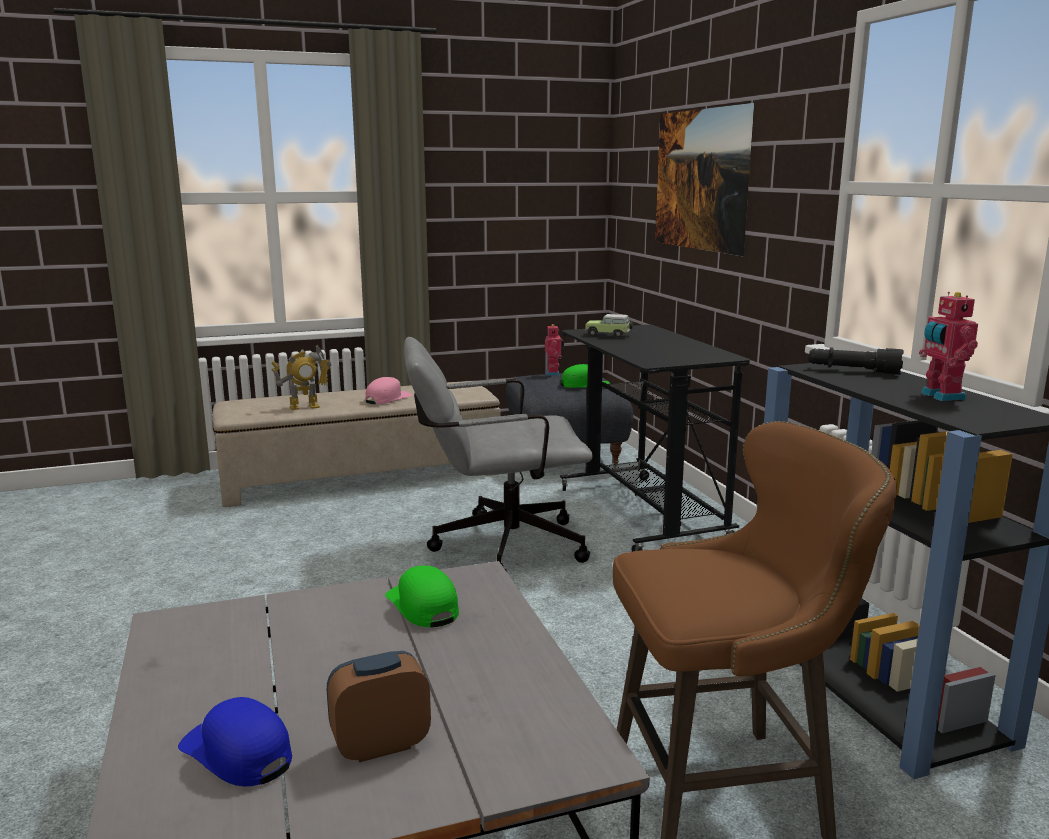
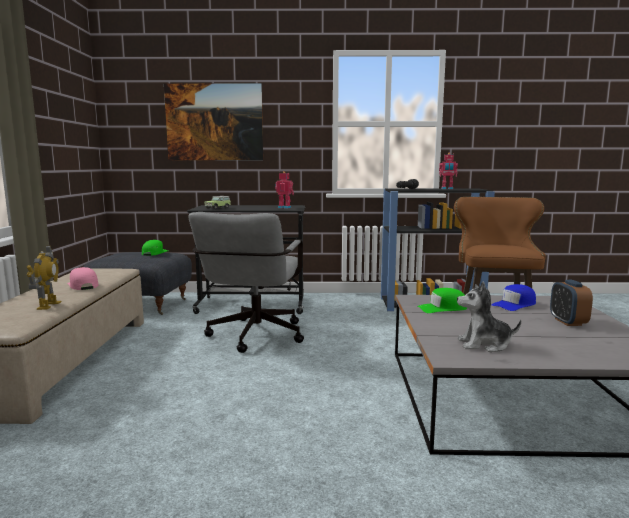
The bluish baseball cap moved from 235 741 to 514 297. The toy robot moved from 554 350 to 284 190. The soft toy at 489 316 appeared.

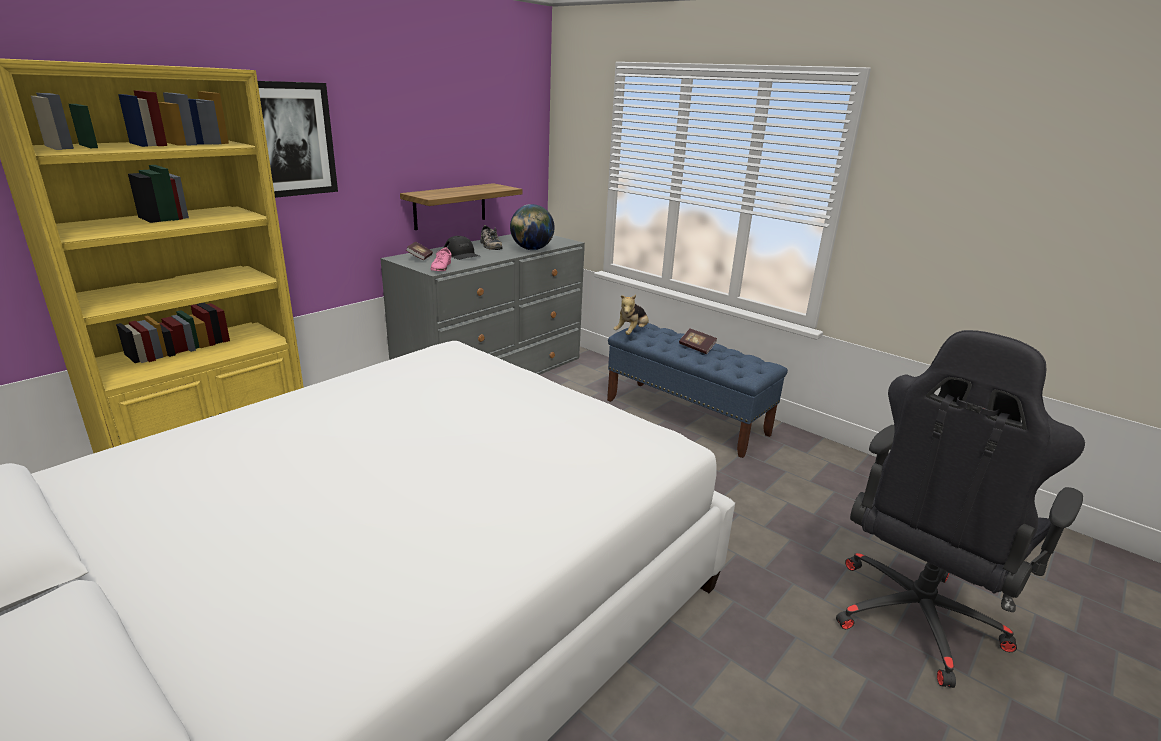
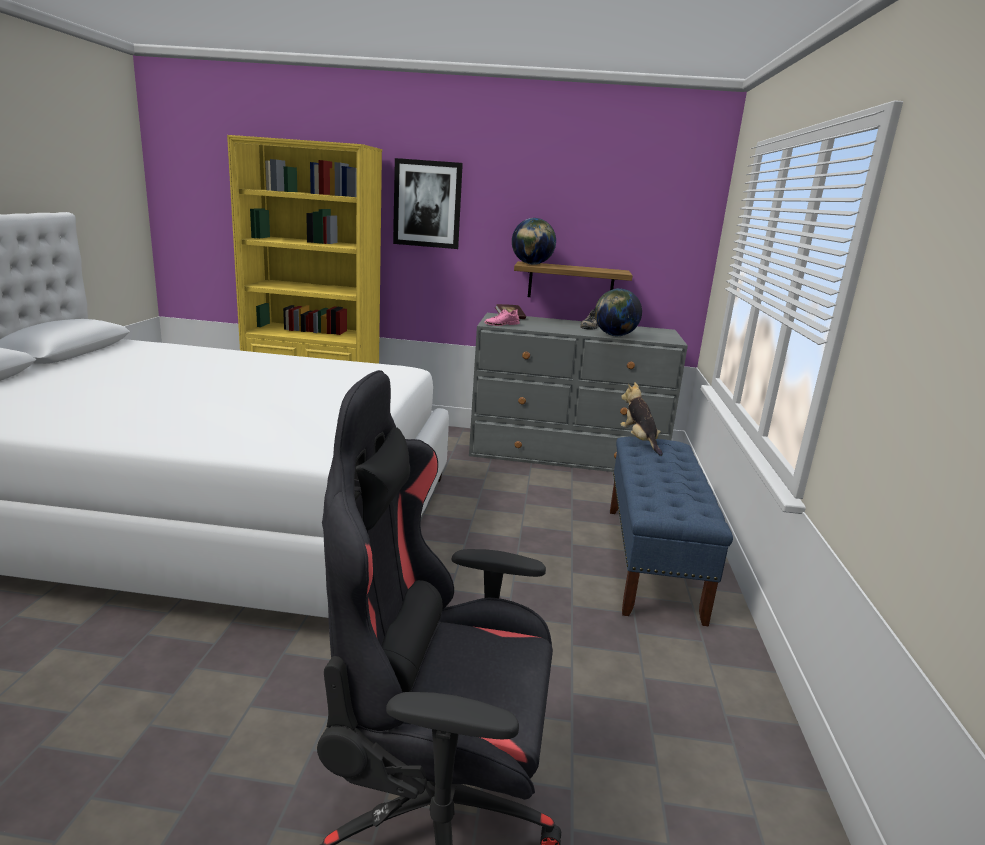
The blackish baseball cap at 461 248 disappeared. The soft toy at 631 315 turned 75 degrees clockwise. The bound book at 698 341 disappeared. The desk globe at 534 241 appeared.

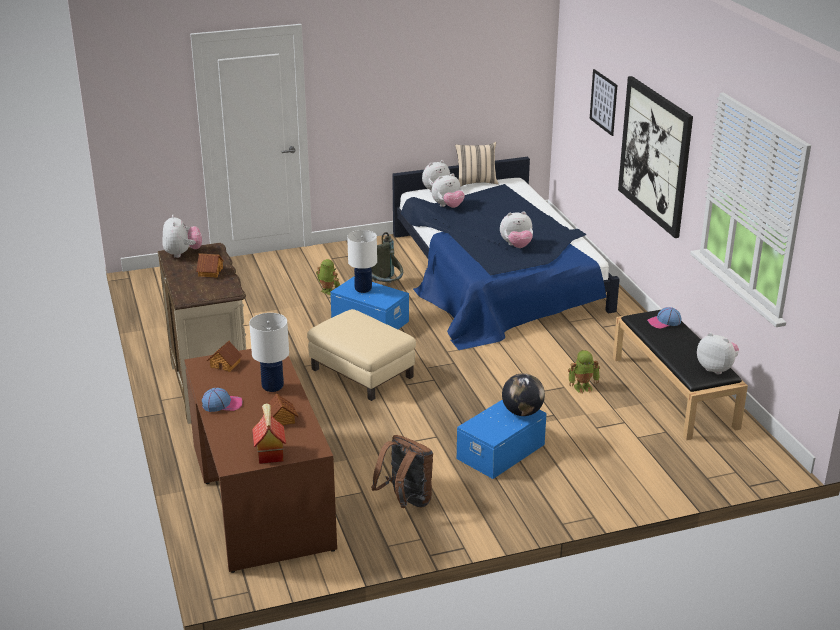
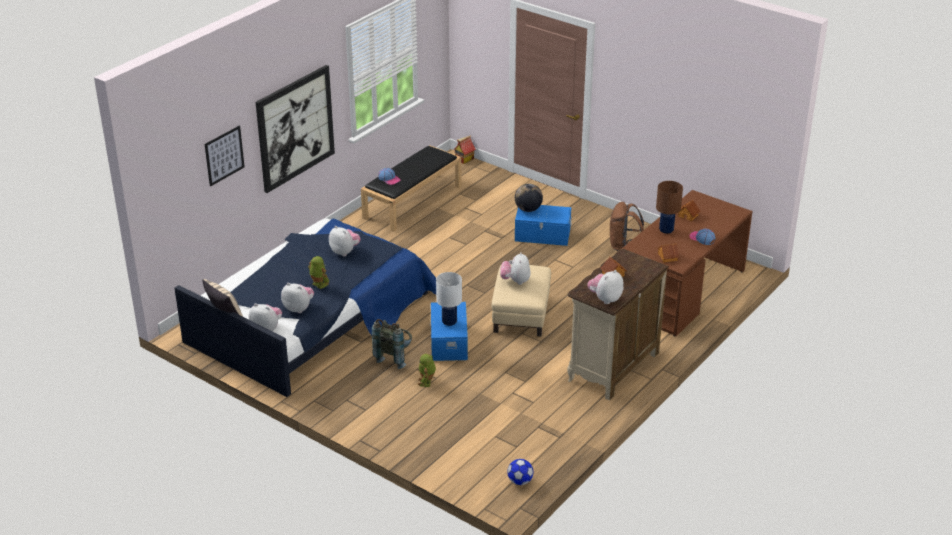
The white lamp for a table at 269 352 became the brownish lamp for a table at 669 207. The toy house moved from 269 433 to 464 149. The toy robot moved from 584 372 to 318 272. The soft toy moved from 718 354 to 515 268. The football ball at 520 472 appeared.

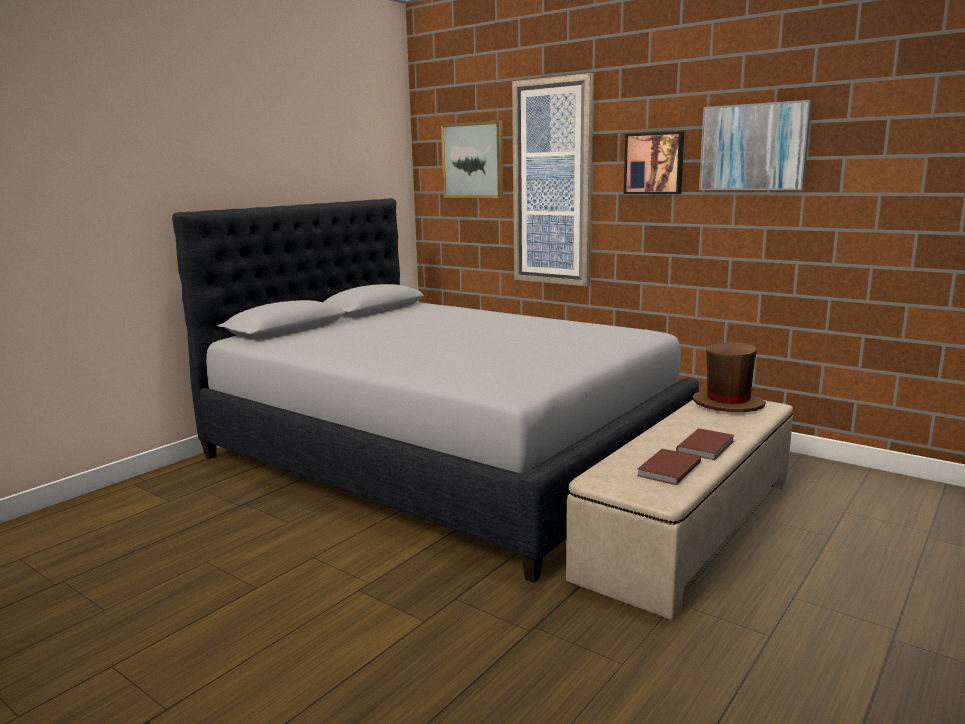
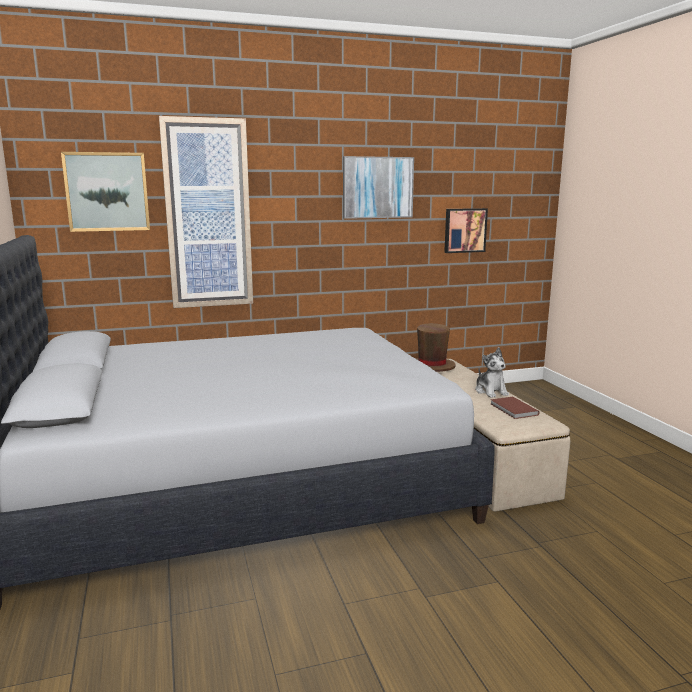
The wall picture moved from 654 162 to 466 230. The brownish bound book at 705 444 was replaced by the soft toy at 492 372.

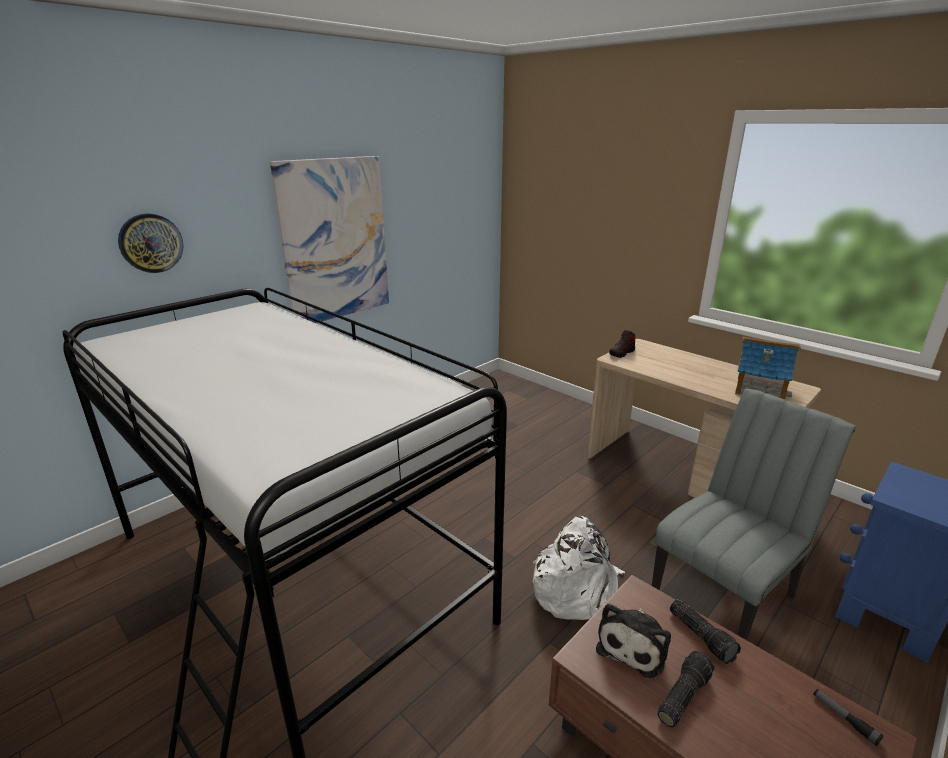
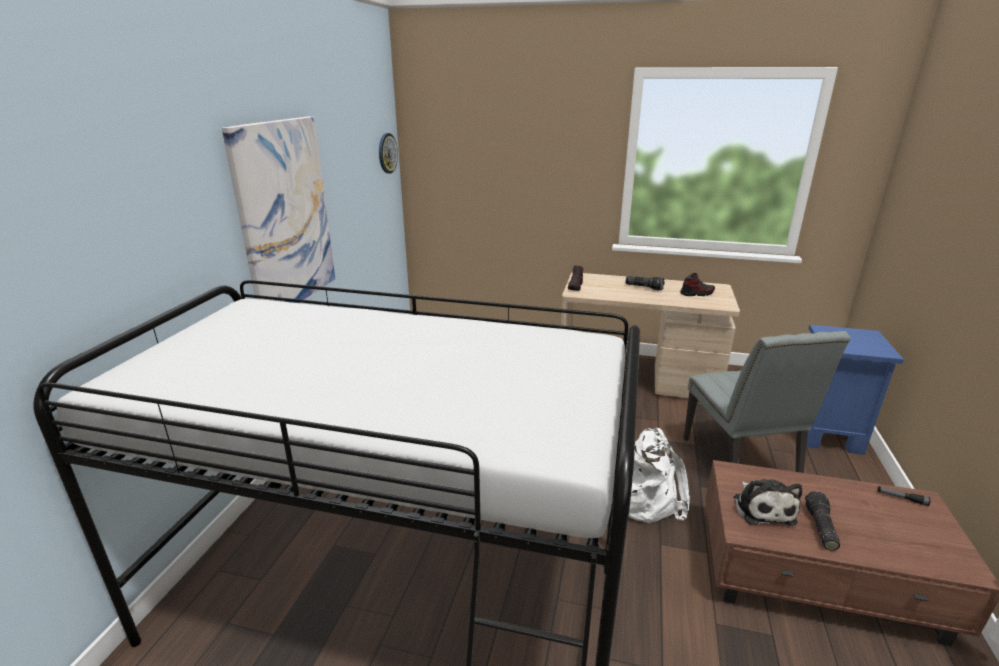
The hanging clock moved from 151 243 to 388 153. The grey plain chair at 754 514 turned 150 degrees clockwise. The torch moved from 705 631 to 645 283. The toy house at 768 368 was replaced by the shoe at 697 284.

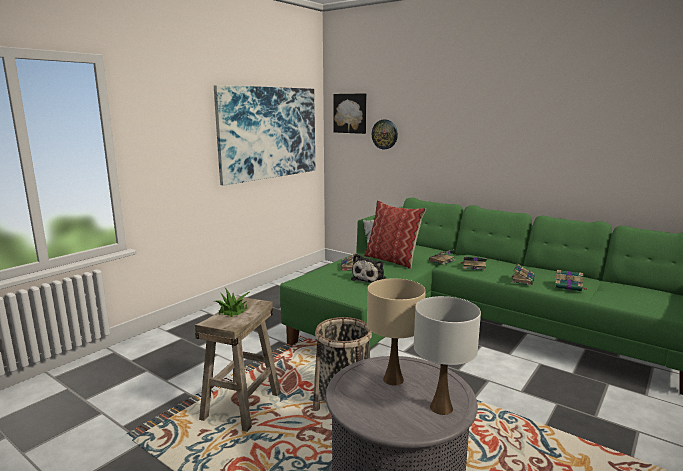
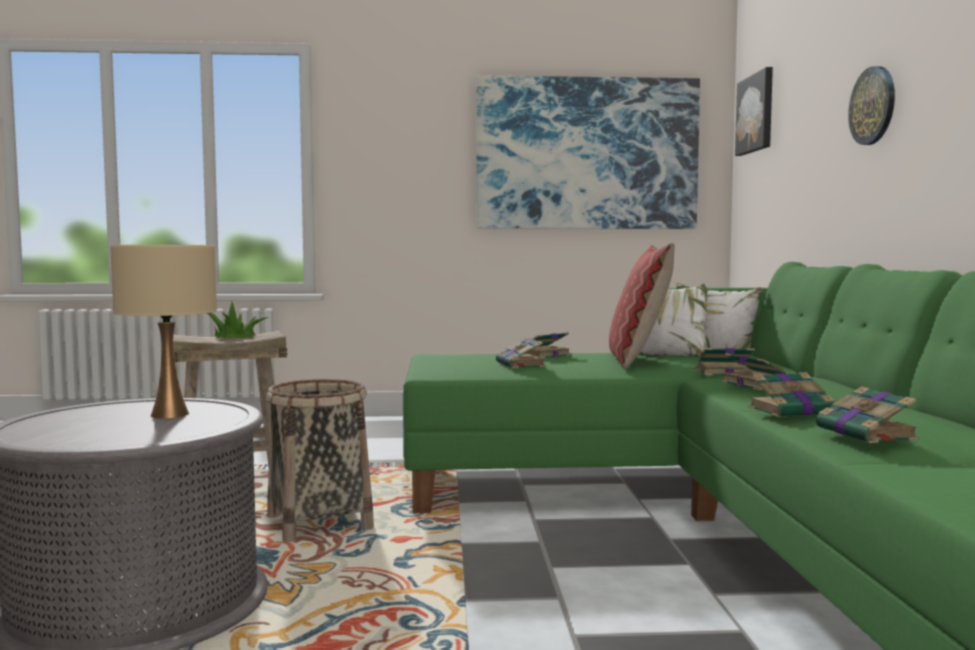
The soft toy at 368 268 was replaced by the bound book at 521 353. The hanging clock moved from 385 134 to 871 105. The white lamp for a table at 447 355 disappeared.

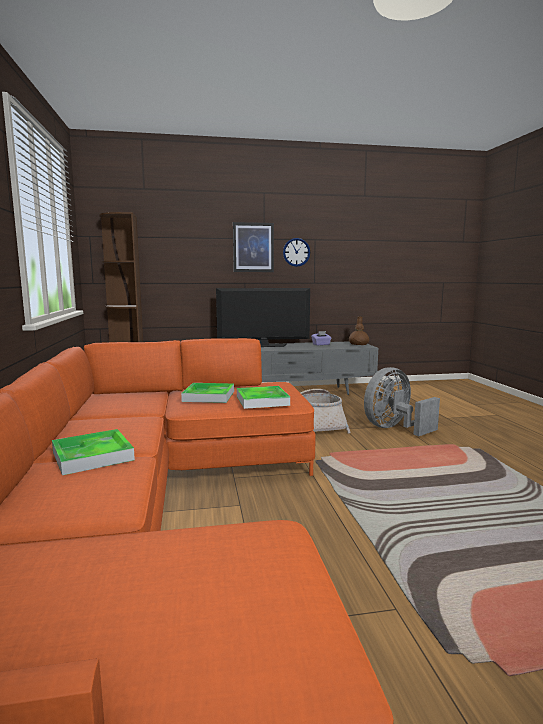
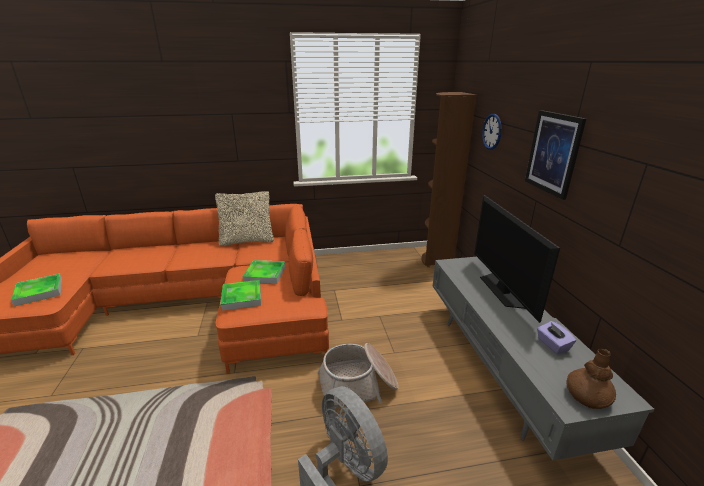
The carrying tray moved from 93 452 to 36 289. The hanging clock moved from 296 252 to 492 132. The sand-coloured throw pillow at 244 218 appeared.

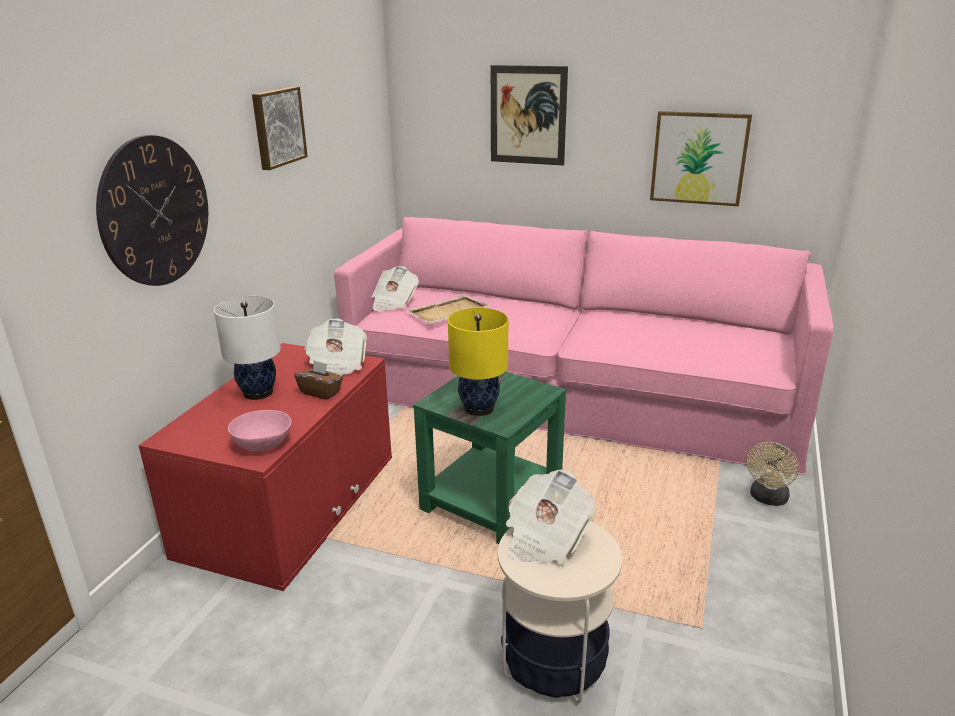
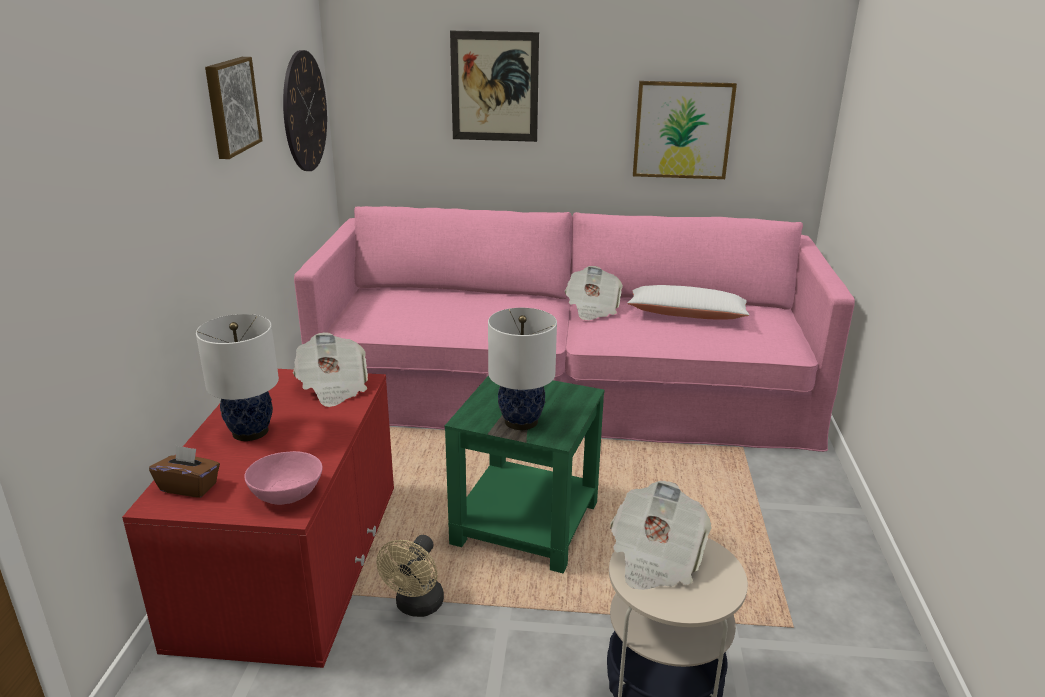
The hanging clock moved from 152 210 to 305 110. The brownish tissue holder moved from 318 380 to 184 471. The daily paper moved from 395 288 to 594 293. The sand-coloured carrying tray at 448 309 disappeared. The yellow-coloured lamp for a table at 478 362 became the white lamp for a table at 522 369. The sand-coloured electric fan moved from 772 474 to 410 576. The white throw pillow at 688 302 appeared.

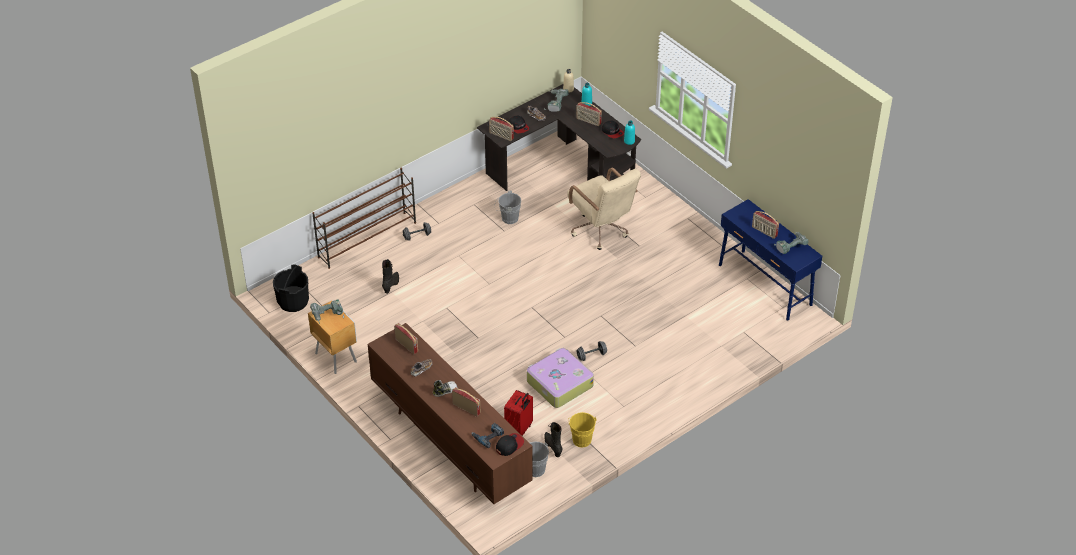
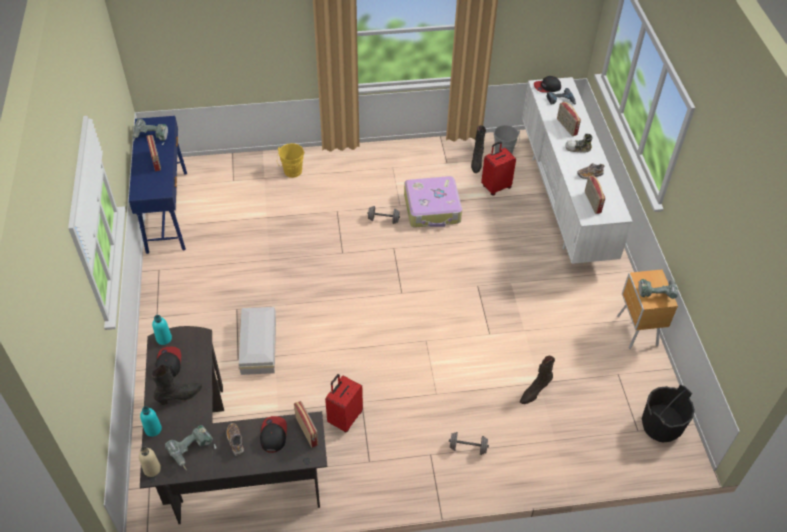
The brownish shoe rack at 364 218 disappeared. The brownish cabinet at 450 413 became the white cabinet at 577 170. The grey bucket at 508 207 was replaced by the reddish suitcase at 344 403. The sand-coloured computer chair at 604 208 was replaced by the white storage bin at 257 341. The yellow-coloured bucket moved from 582 429 to 290 160. The radio set at 589 114 was replaced by the blackish boot at 177 384.

